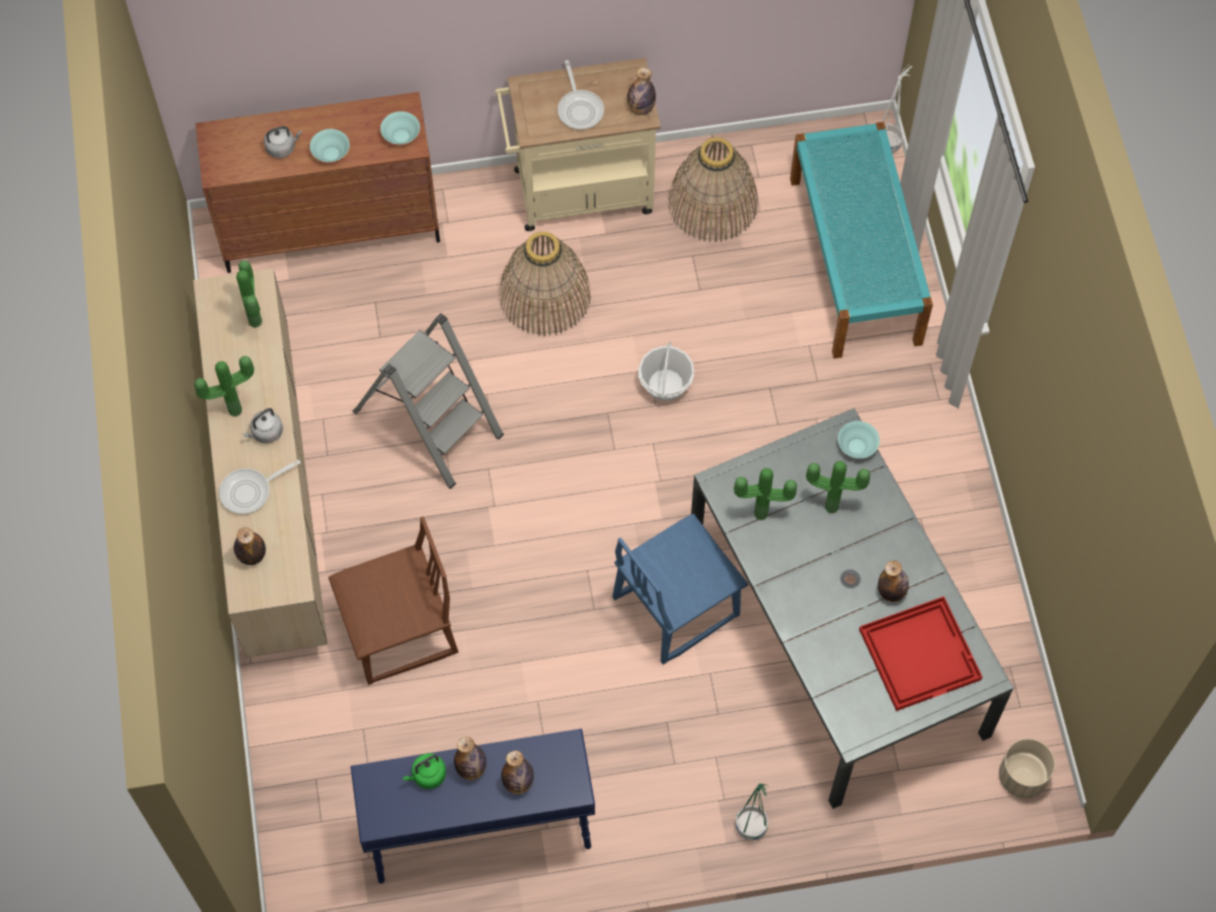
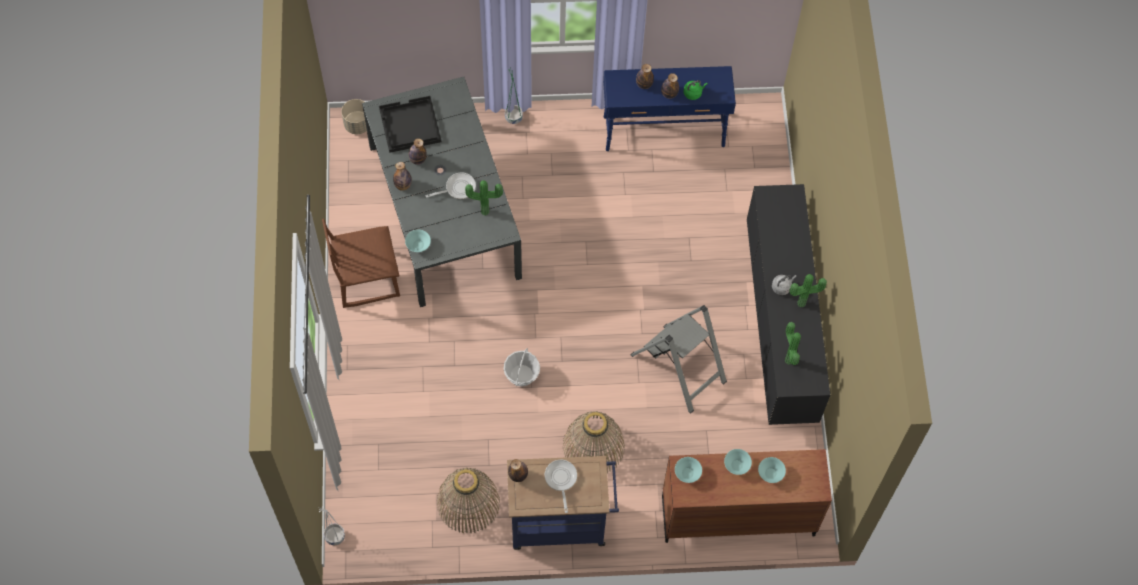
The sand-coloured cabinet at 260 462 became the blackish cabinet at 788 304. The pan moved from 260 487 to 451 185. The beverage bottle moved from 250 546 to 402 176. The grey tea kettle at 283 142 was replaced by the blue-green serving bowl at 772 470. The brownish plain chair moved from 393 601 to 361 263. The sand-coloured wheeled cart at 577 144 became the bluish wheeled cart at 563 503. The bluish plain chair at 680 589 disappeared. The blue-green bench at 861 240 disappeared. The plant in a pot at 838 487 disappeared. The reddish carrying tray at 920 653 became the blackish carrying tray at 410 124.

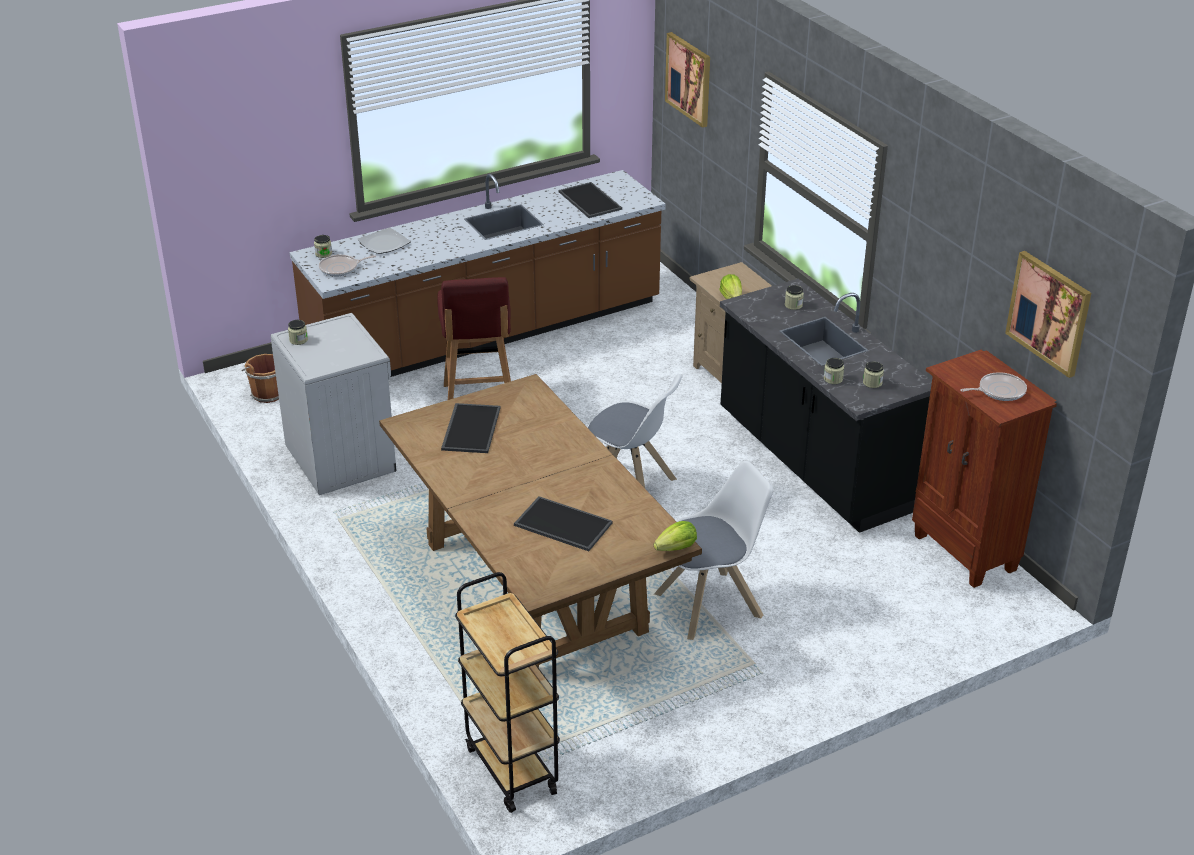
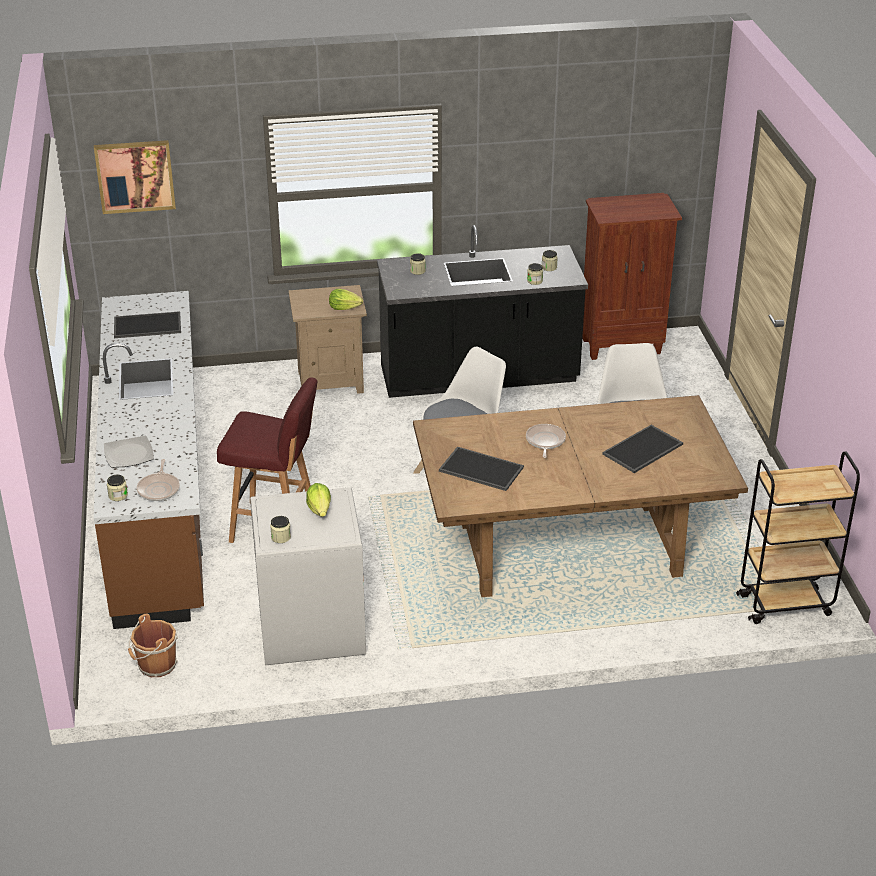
The lettuce moved from 675 536 to 318 500. The pan moved from 993 386 to 546 441. The wall picture at 1048 314 disappeared.

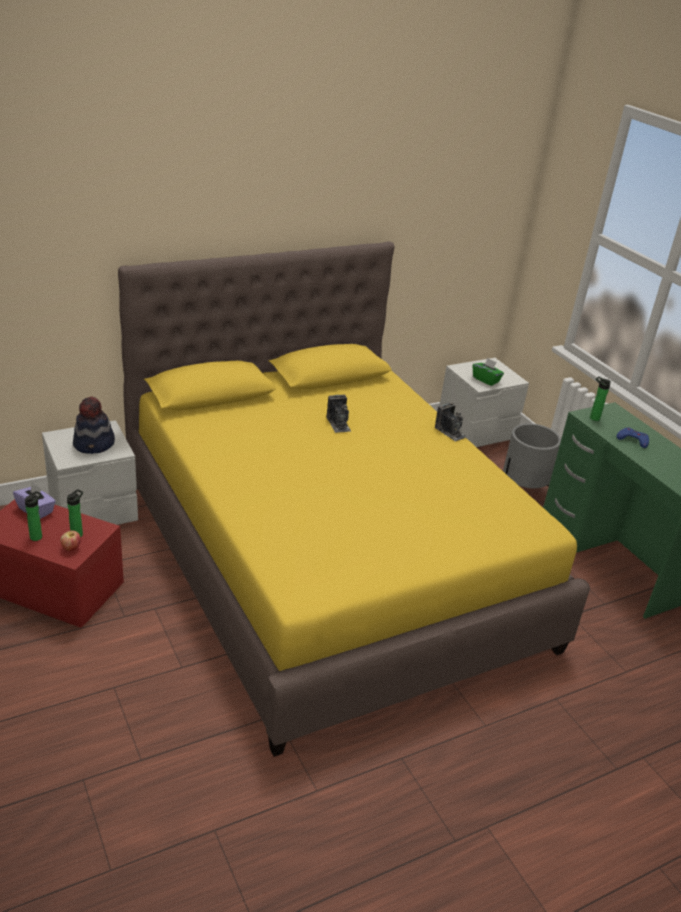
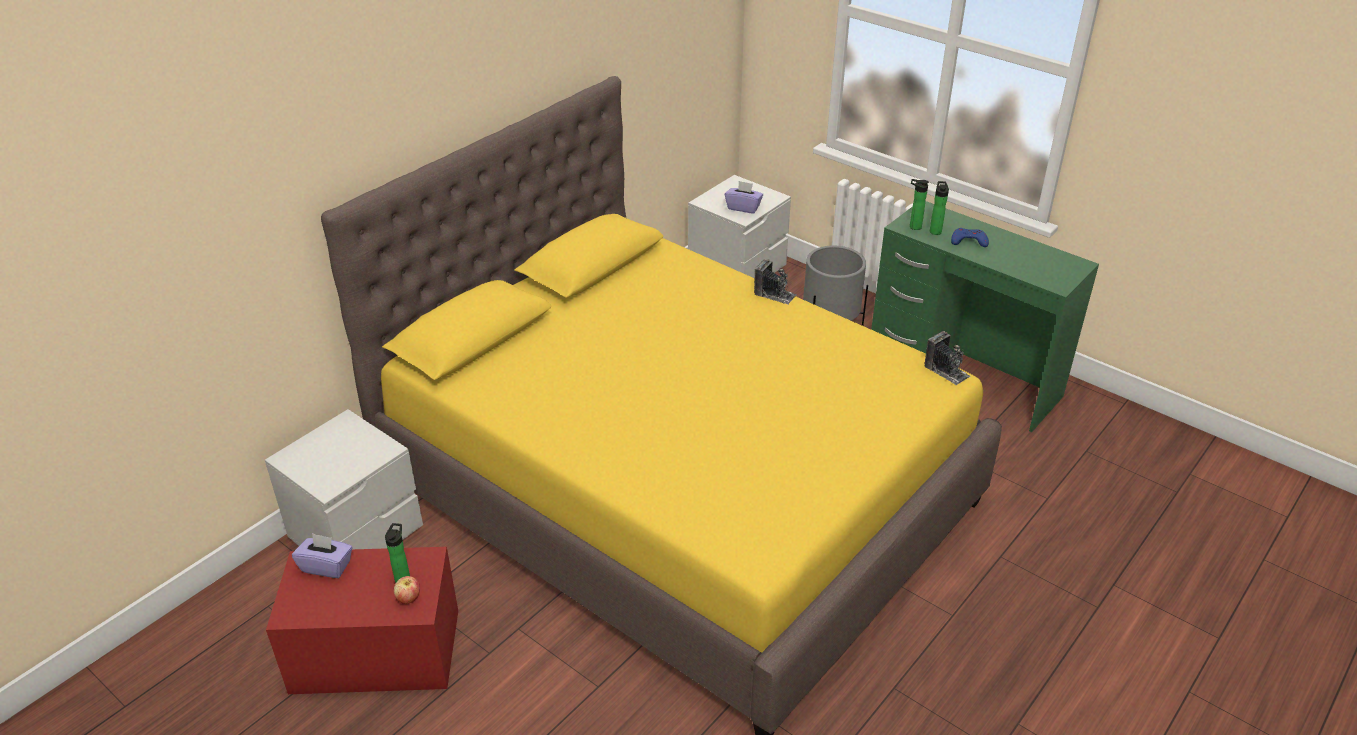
The beverage bottle moved from 33 516 to 939 208. The hat at 94 425 disappeared. The still camera moved from 338 414 to 947 358. The green-coloured tissue holder at 488 372 became the purplish tissue holder at 744 197.

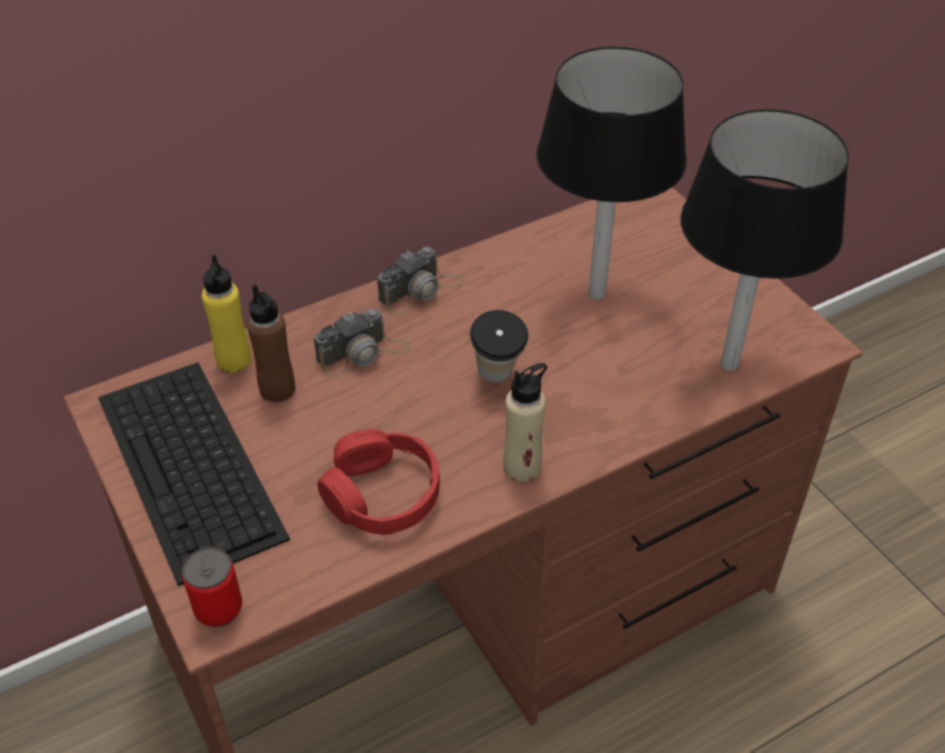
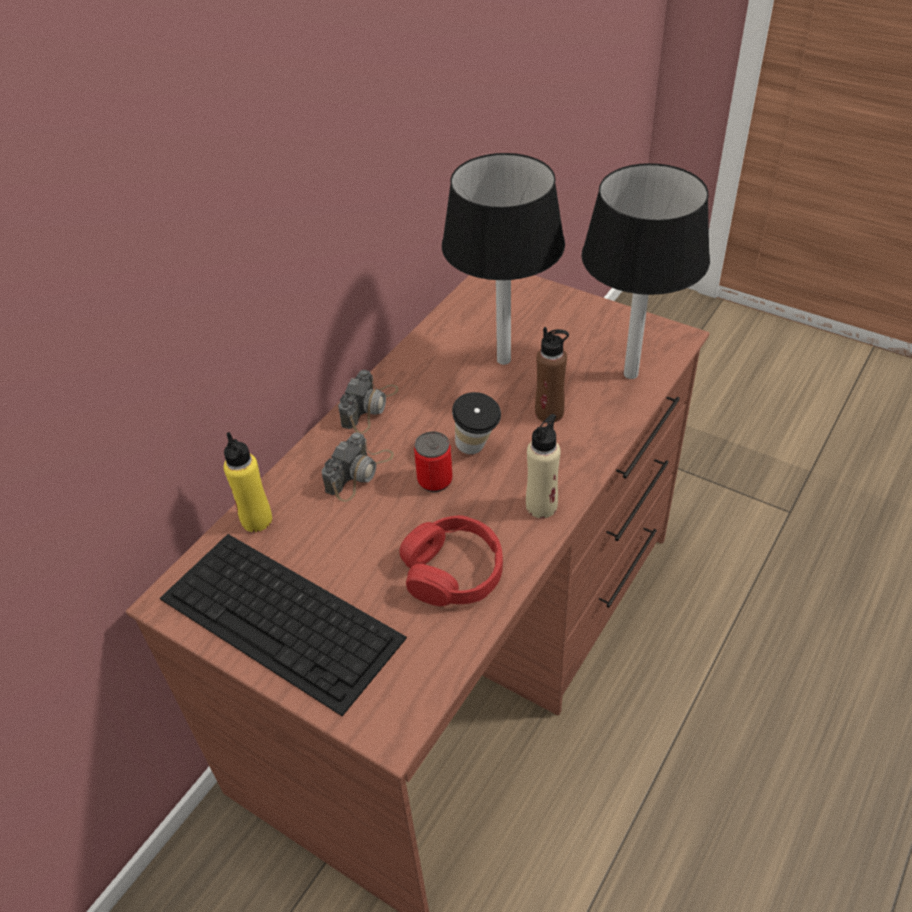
The can moved from 212 587 to 433 462. The brownish beverage bottle moved from 271 343 to 552 375.

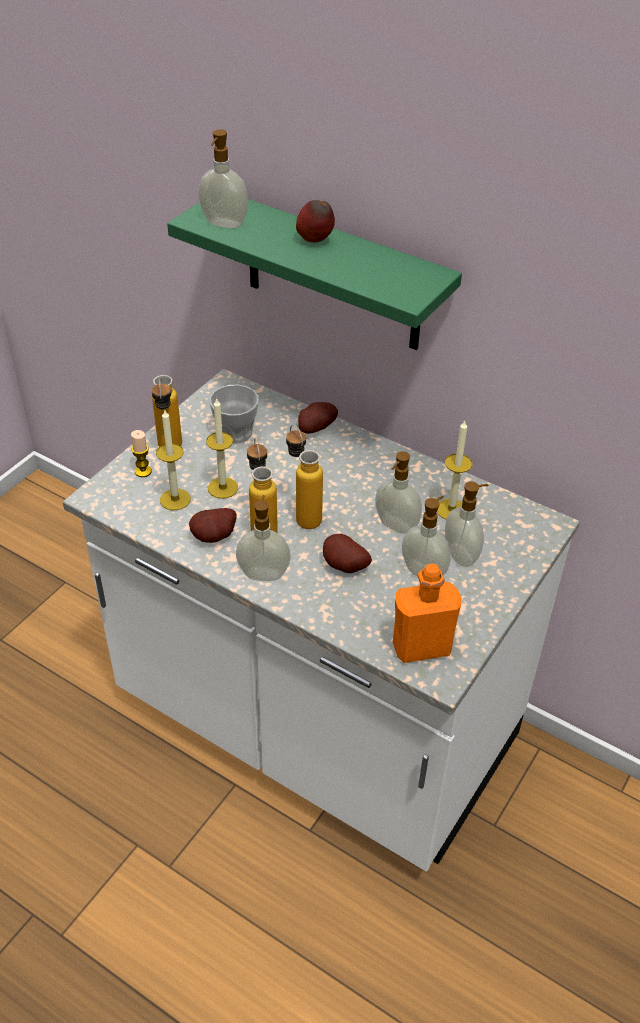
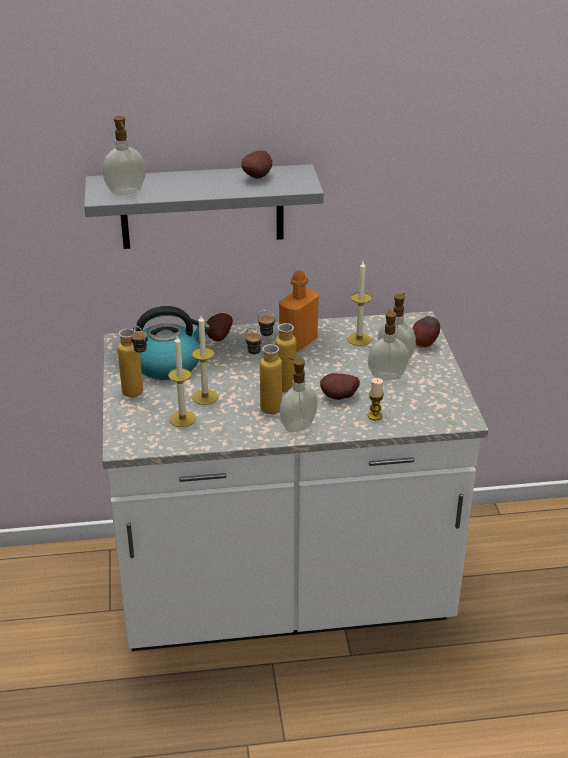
The wax candle moved from 141 453 to 376 399. The green-coloured shelf at 314 274 became the grey shelf at 204 206. The whole potato moved from 213 525 to 256 164. The drinking cup at 234 414 was replaced by the tea kettle at 173 343. The apple fruit moved from 315 221 to 426 331. The soap dispenser at 398 492 disappeared. The orange-coloured beverage bottle moved from 427 613 to 299 311.

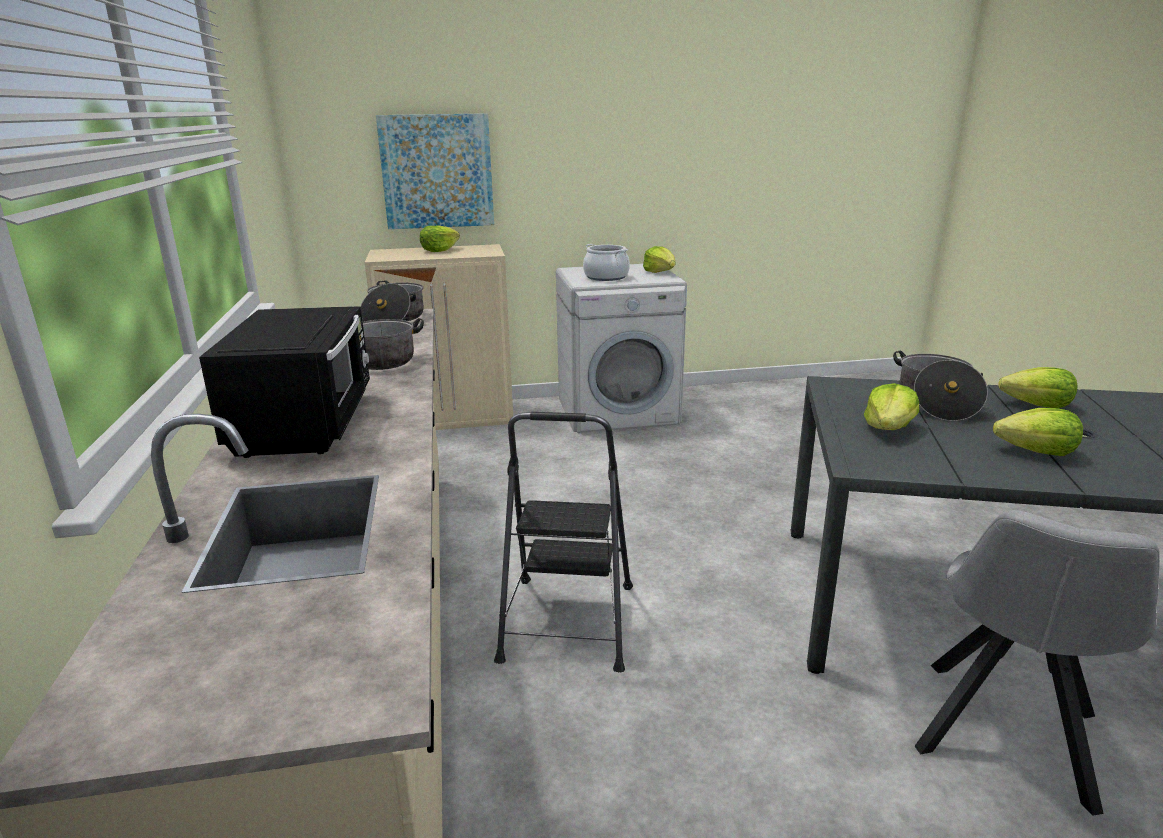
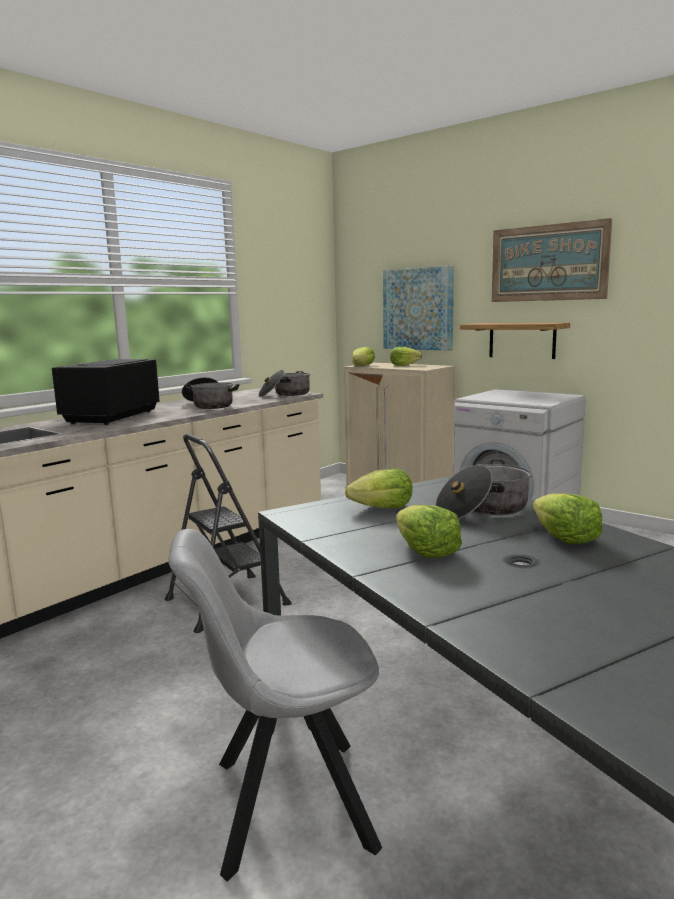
The blackish microwave at 284 382 turned 150 degrees clockwise. The cooking pot at 606 262 disappeared. The lettuce moved from 659 259 to 363 356. The shelf at 515 341 appeared. The wall picture at 552 260 appeared.

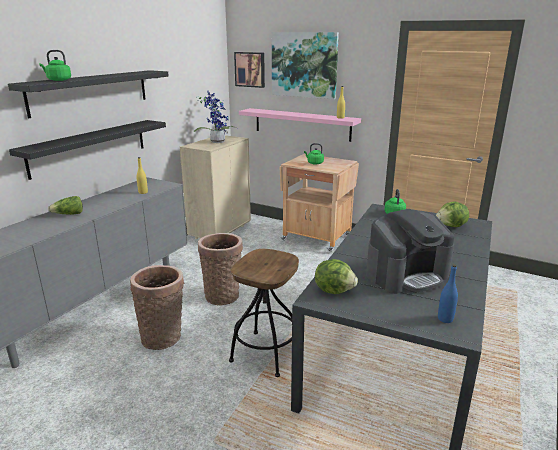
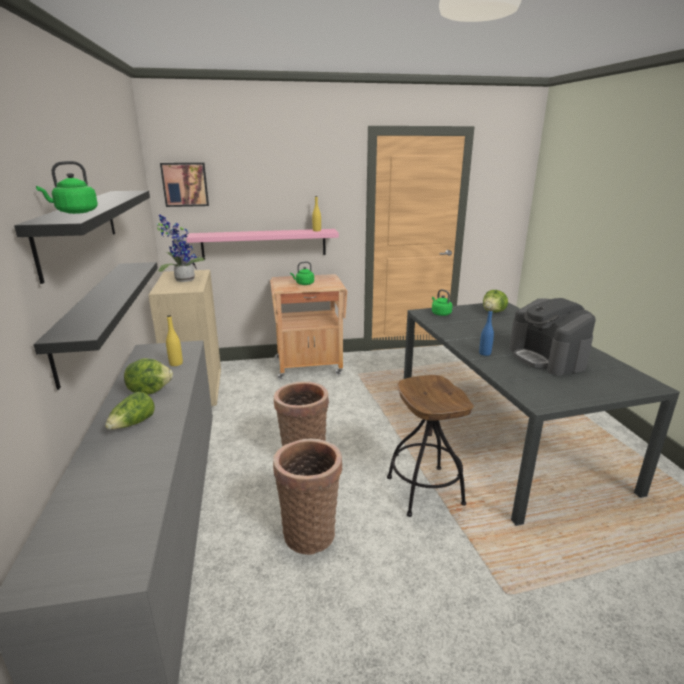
The wall picture at 305 65 disappeared. The lettuce moved from 336 276 to 148 376. The coffee machine at 410 251 turned 135 degrees clockwise. The bluish beverage bottle moved from 448 293 to 486 332.

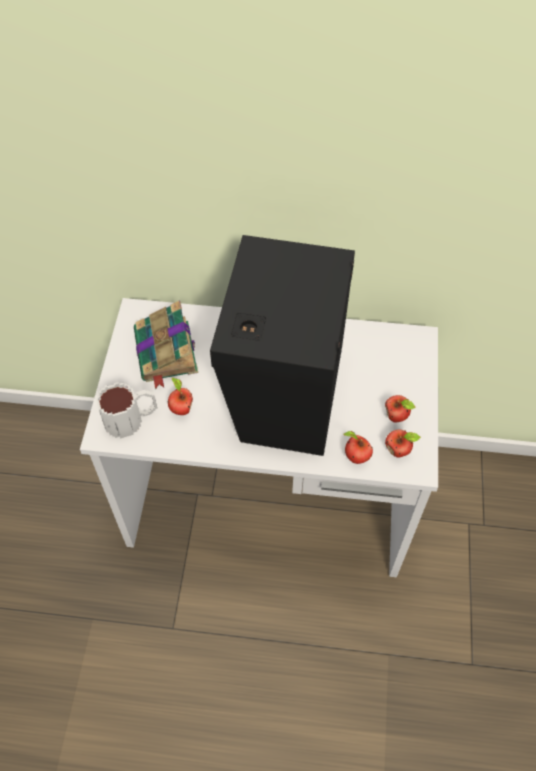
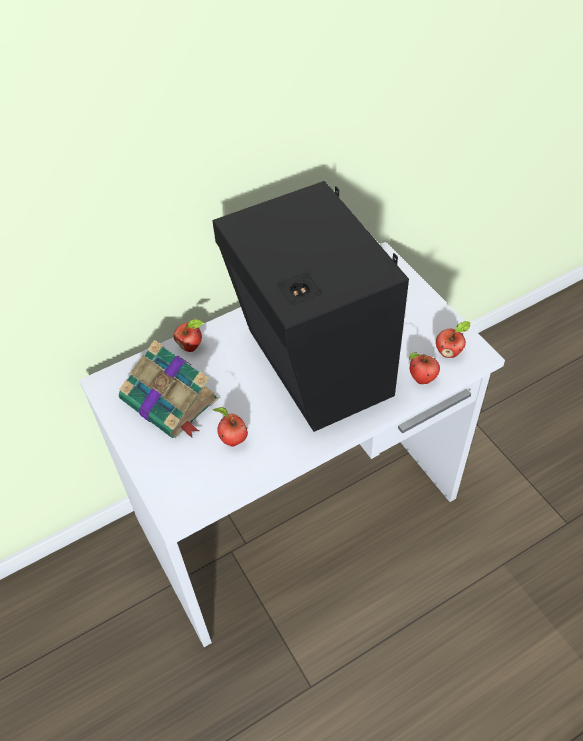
The coffee mug at 126 410 disappeared. The apple fruit moved from 400 409 to 189 335.

